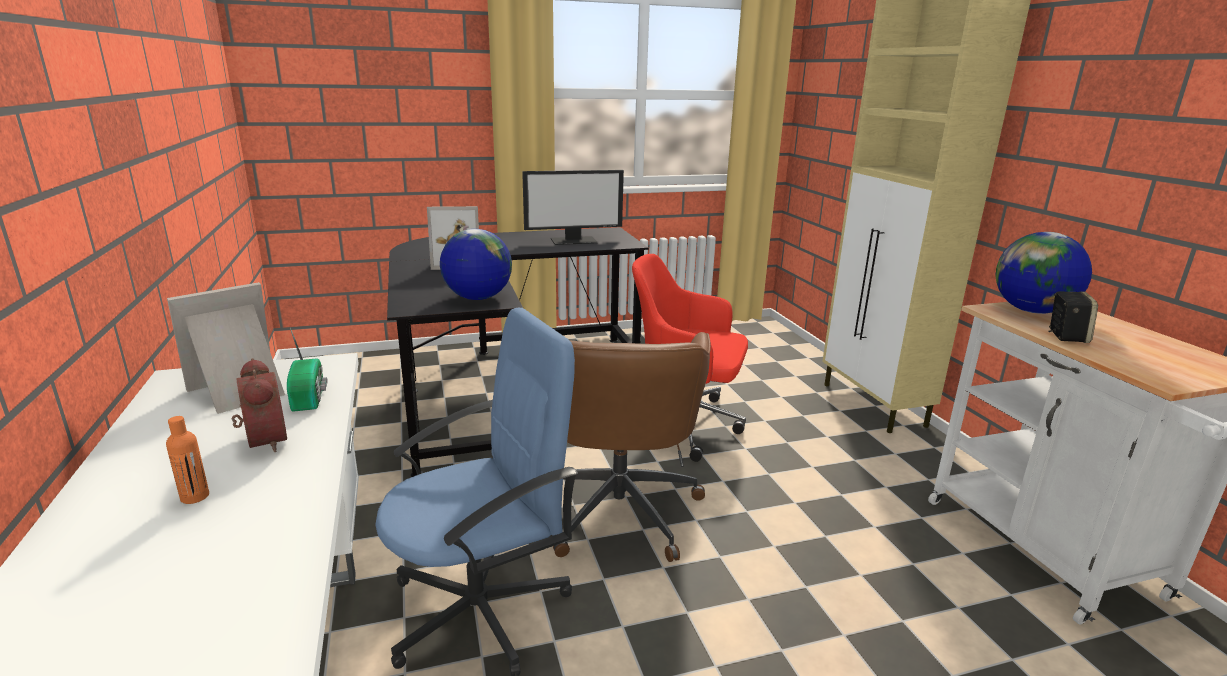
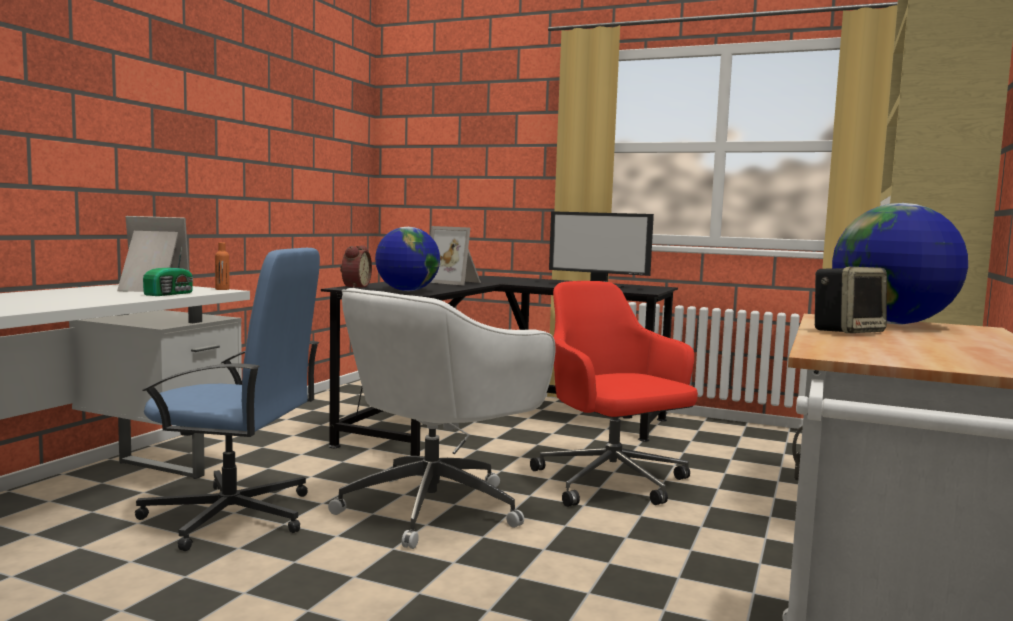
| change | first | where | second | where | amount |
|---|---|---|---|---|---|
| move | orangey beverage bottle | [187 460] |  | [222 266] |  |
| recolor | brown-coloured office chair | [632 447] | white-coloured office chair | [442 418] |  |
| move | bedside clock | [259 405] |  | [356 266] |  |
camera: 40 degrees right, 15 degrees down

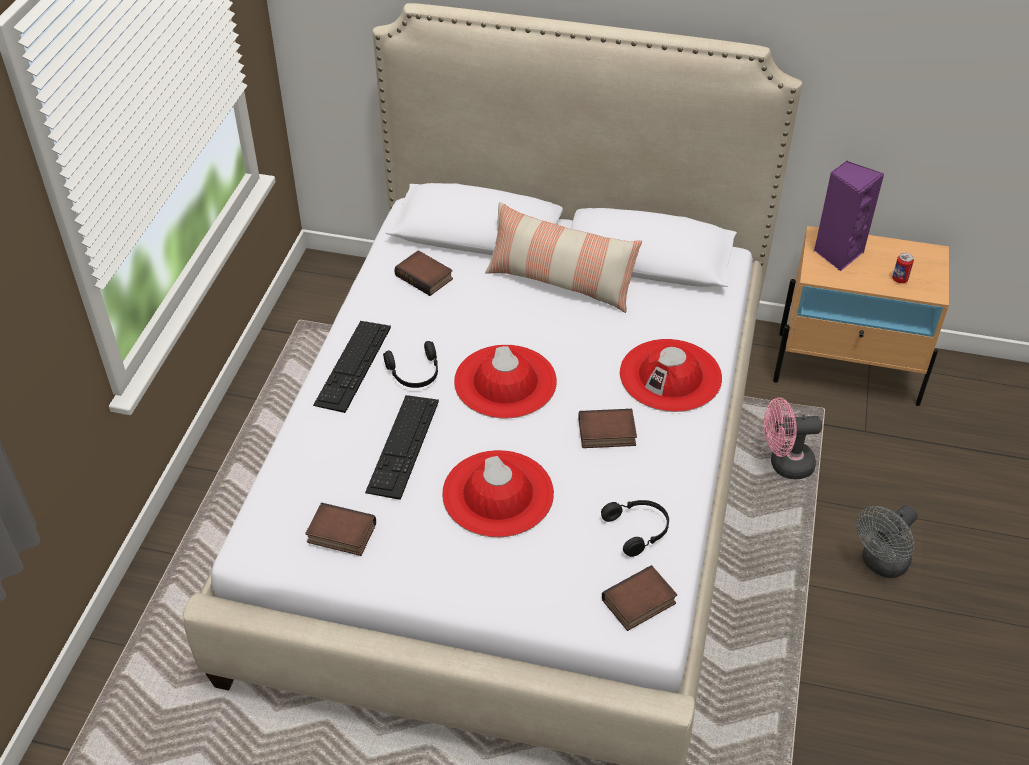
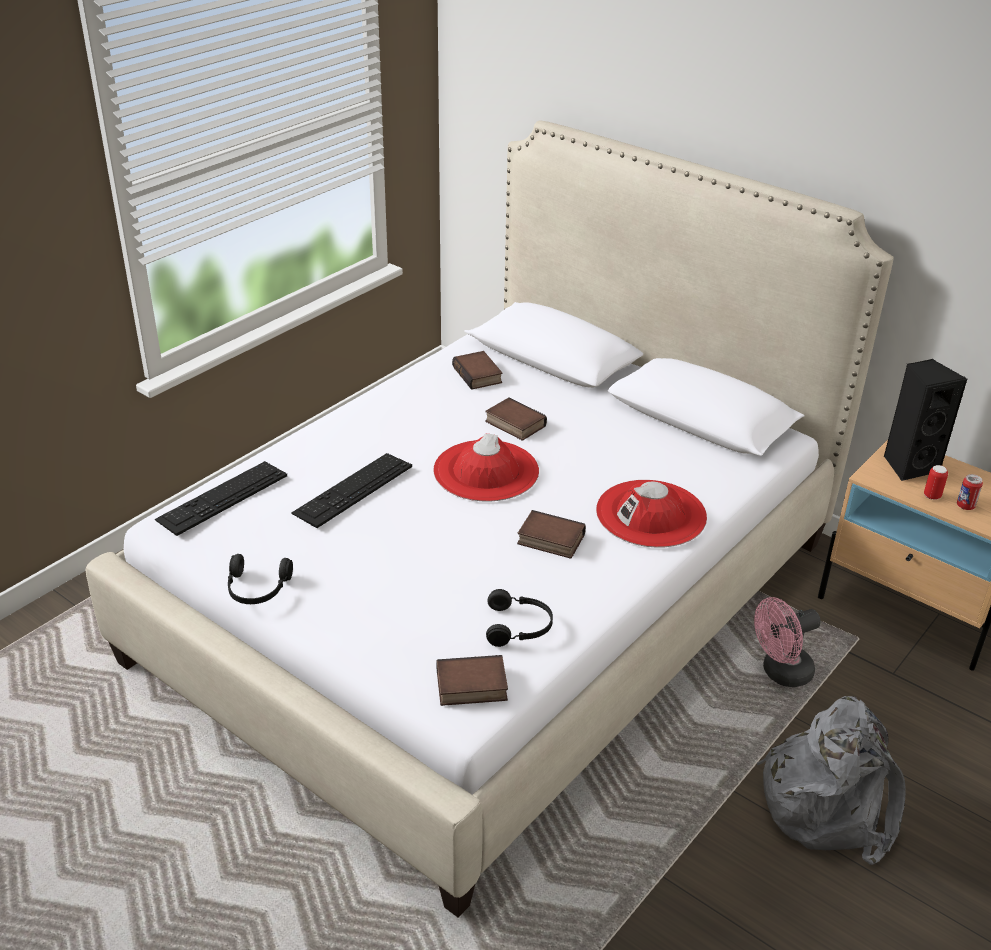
| change | first | where | second | where | amount |
|---|---|---|---|---|---|
| move | keyboard | [352 367] |  | [221 498] |  |
| move | black-coloured pair of headphones | [410 364] |  | [260 579] |  |
| move | bound book | [340 529] |  | [516 419] |  |
| rotate | pink fan | [793 438] |  | [787 642] | 45 degrees counterclockwise |
| replace | gray fan | [887 541] | gray knapsack | [831 780] |  |
| recolor | purplish loudspeaker | [849 216] | black-coloured loudspeaker | [925 420] |  |
| insert |  |  | metal can | [936 482] |  |
| delete | reddish hat | [498 493] |  |  |  |
| delete | cushion | [563 257] |  |  |  |
camera: 25 degrees right, 10 degrees down

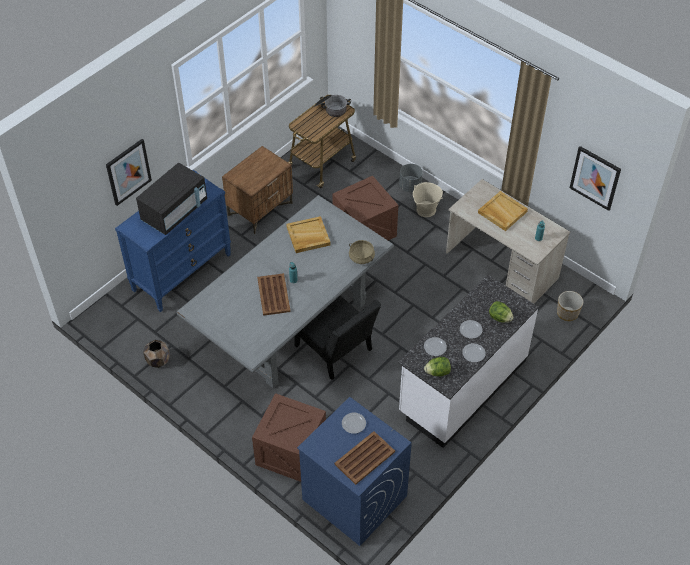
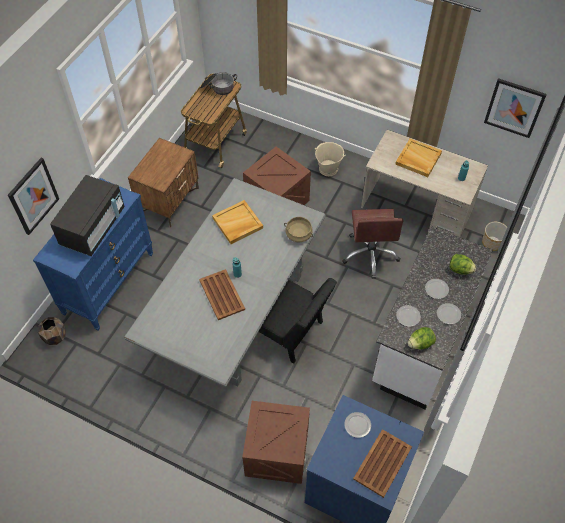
| change | first | where | second | where | amount |
|---|---|---|---|---|---|
| move | brown-coloured planter | [156 354] |  | [52 331] |  |
| insert |  |  | brown-coloured office chair | [373 244] |  |
| delete | gray planter | [411 178] |  |  |  |
camera: 15 degrees left, 5 degrees up

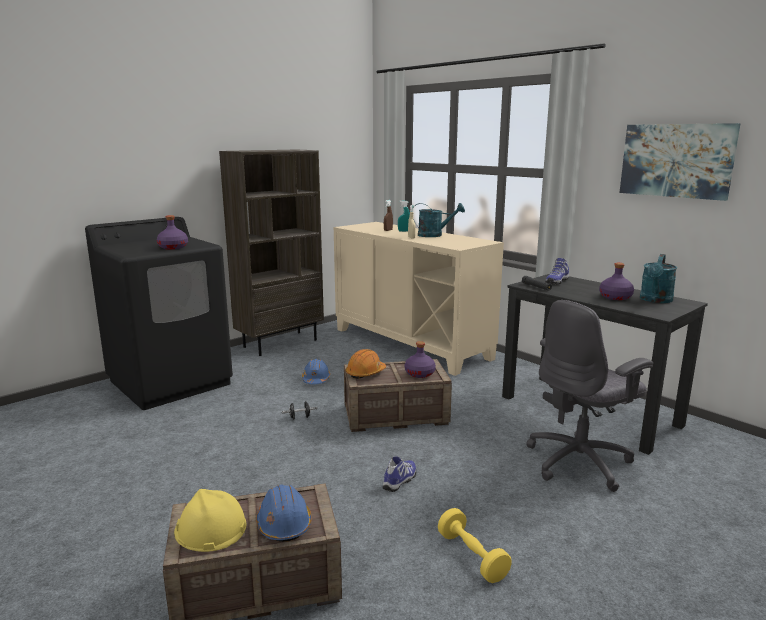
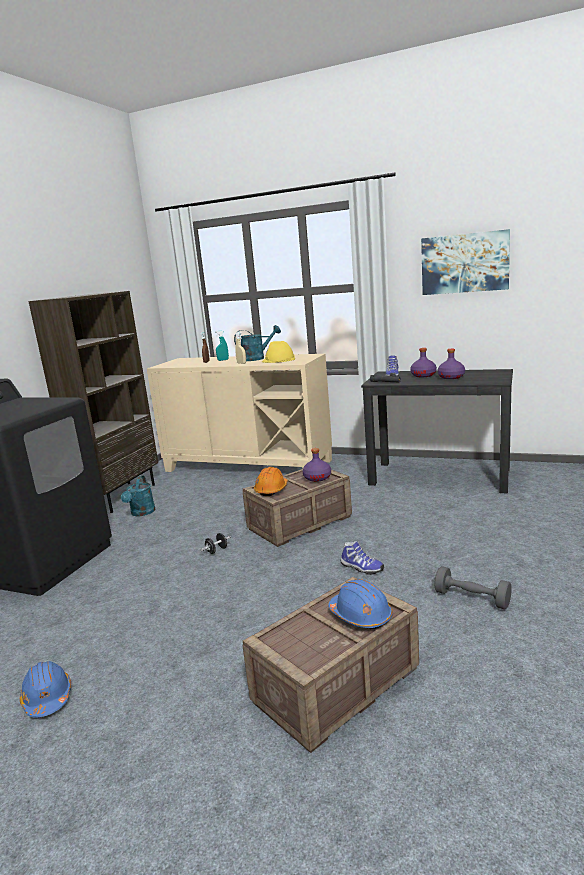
| change | first | where | second | where | amount |
|---|---|---|---|---|---|
| move | blue safety helmet | [316 371] |  | [45 689] |  |
| move | turquoise watering pot | [658 278] |  | [138 496] |  |
| move | yellow safety helmet | [210 520] |  | [278 352] |  |
| rotate | shoe | [399 474] |  | [362 558] | 120 degrees clockwise |
| move | purplish beverage bottle | [172 232] |  | [423 362] |  |
| recolor | yellow free weight | [475 545] | gray free weight | [473 588] |  |
| delete | gray office chair | [589 396] |  |  |  |
camera: 25 degrees left, 0 degrees up

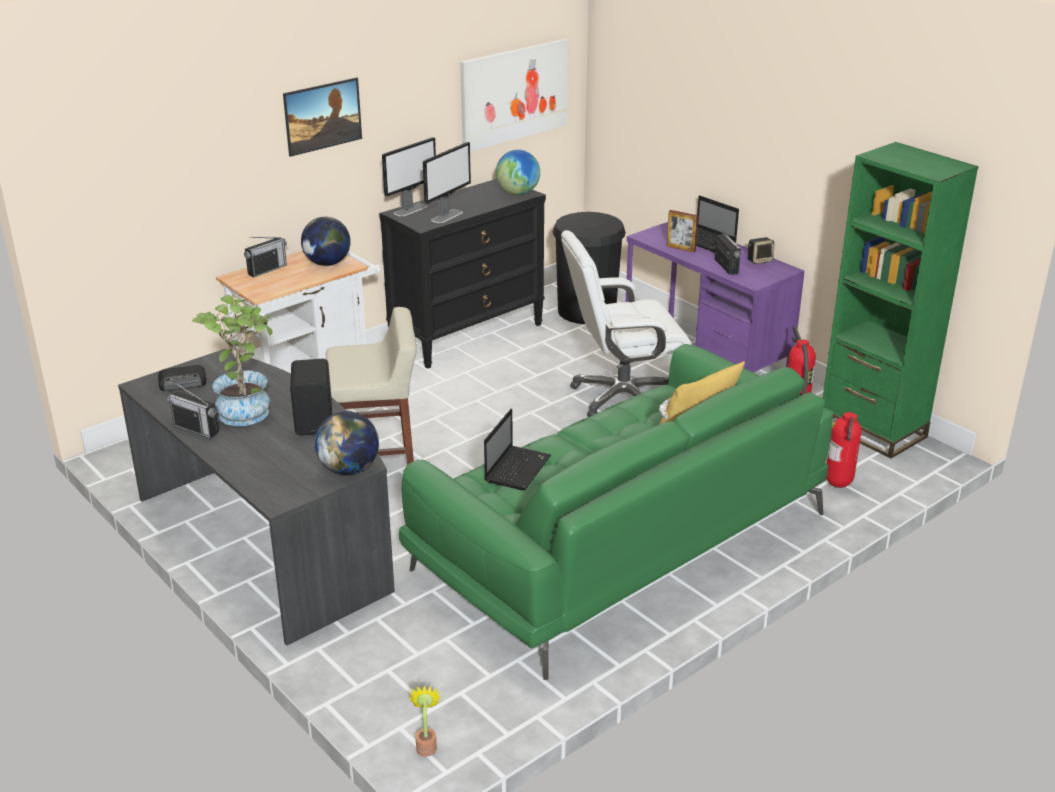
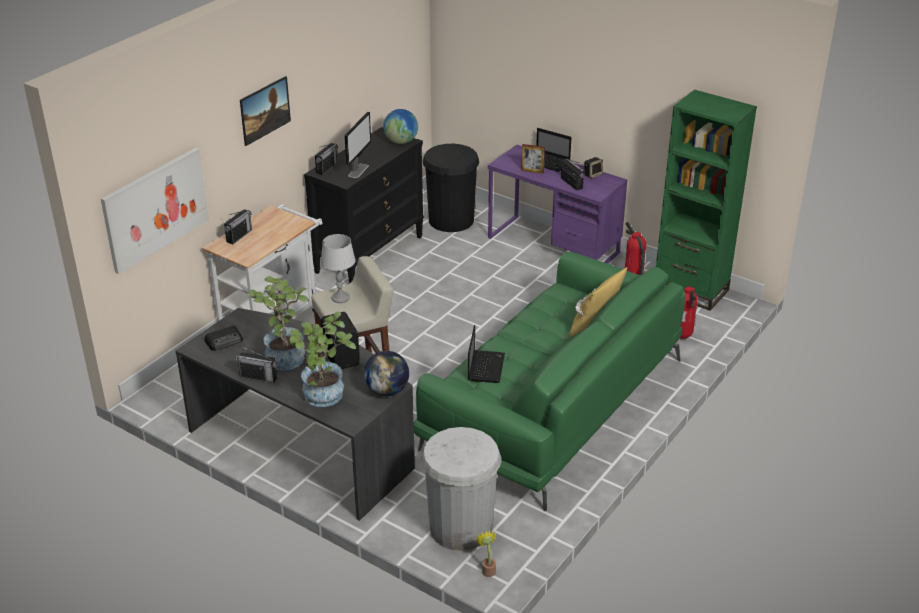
| change | first | where | second | where | amount |
|---|---|---|---|---|---|
| move | picture | [514 95] |  | [155 211] |  |
| insert |  |  | potted plant | [322 359] |  |
| replace | computer screen | [409 177] | radio set | [326 159] |  |
| insert |  |  | gray lamp for a table | [338 268] |  |
| insert |  |  | white-coloured rubbish bin | [461 489] |  |
| delete | world globe | [326 241] |  |  |  |
| delete | white-coloured office chair | [626 323] |  |  |  |
camera: 15 degrees left, 5 degrees up

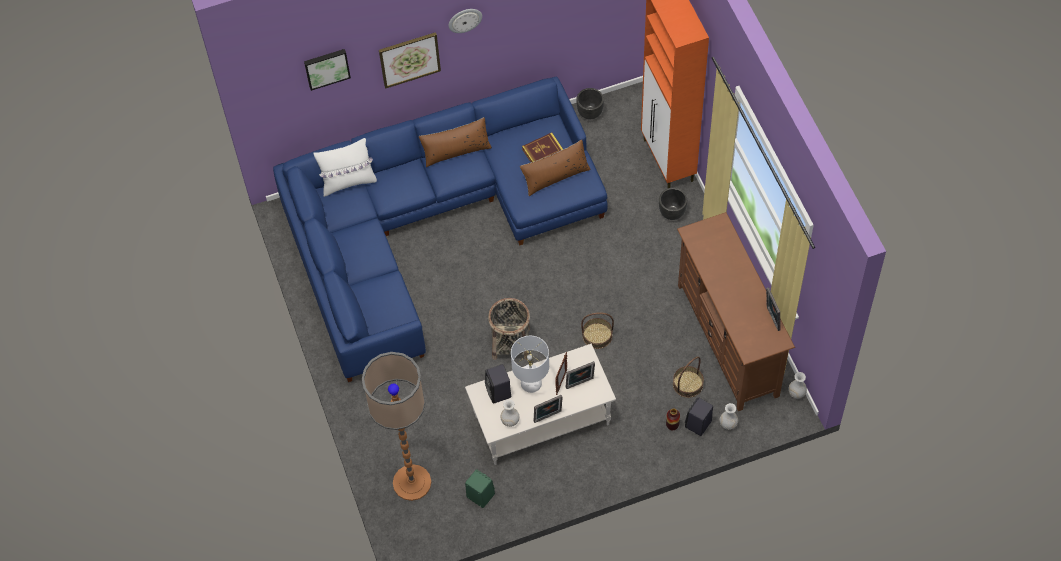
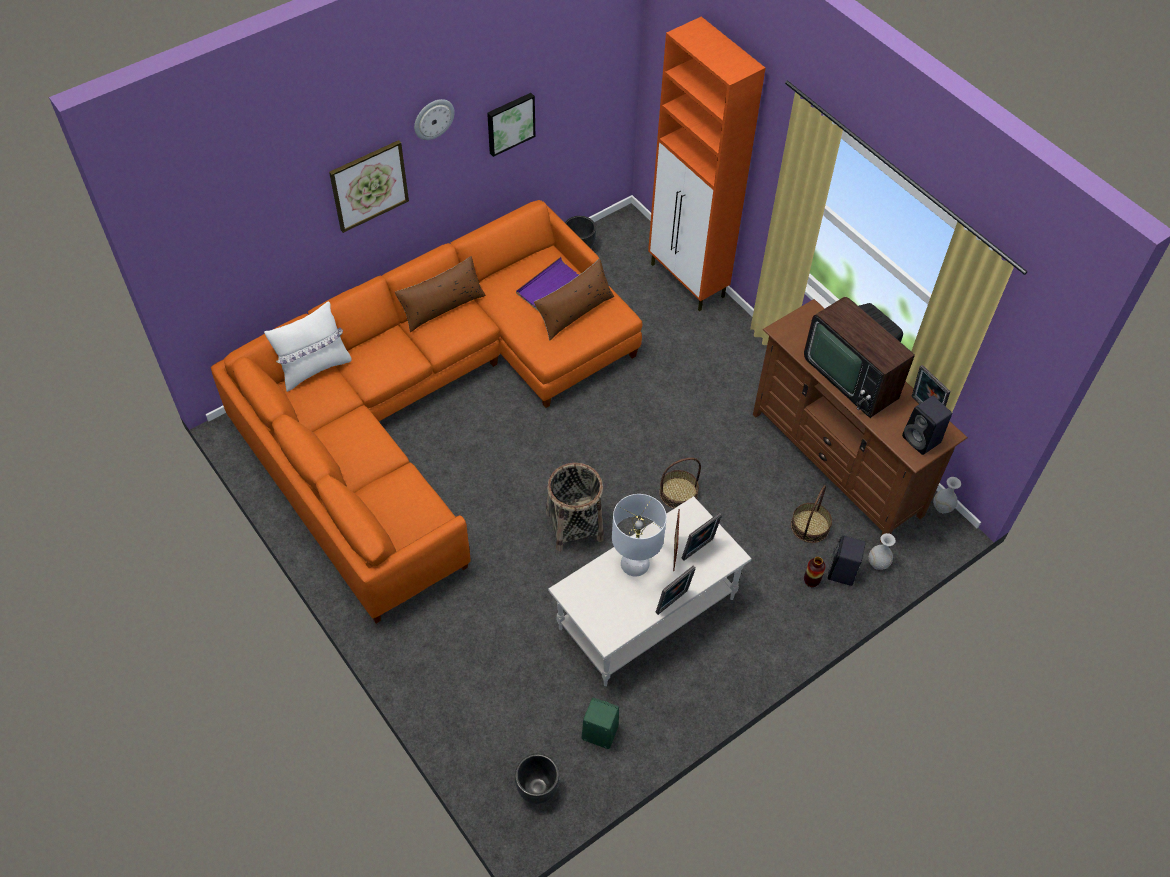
| change | first | where | second | where | amount |
|---|---|---|---|---|---|
| recolor | blue couch | [440 229] | orangey couch | [426 411] |  |
| move | picture | [327 70] |  | [511 125] |  |
| move | black-coloured planter | [673 204] |  | [537 779] |  |
| replace | bound book | [542 147] | purplish carrying tray | [547 283] |  |
| insert |  |  | TV | [859 357] |  |
| move | black-coloured loudspeaker | [498 384] |  | [927 425] |  |
| delete | standard lamp | [396 426] |  |  |  |
| delete | white-coloured decorative vase | [510 413] |  |  |  |
camera: 20 degrees left, 5 degrees down

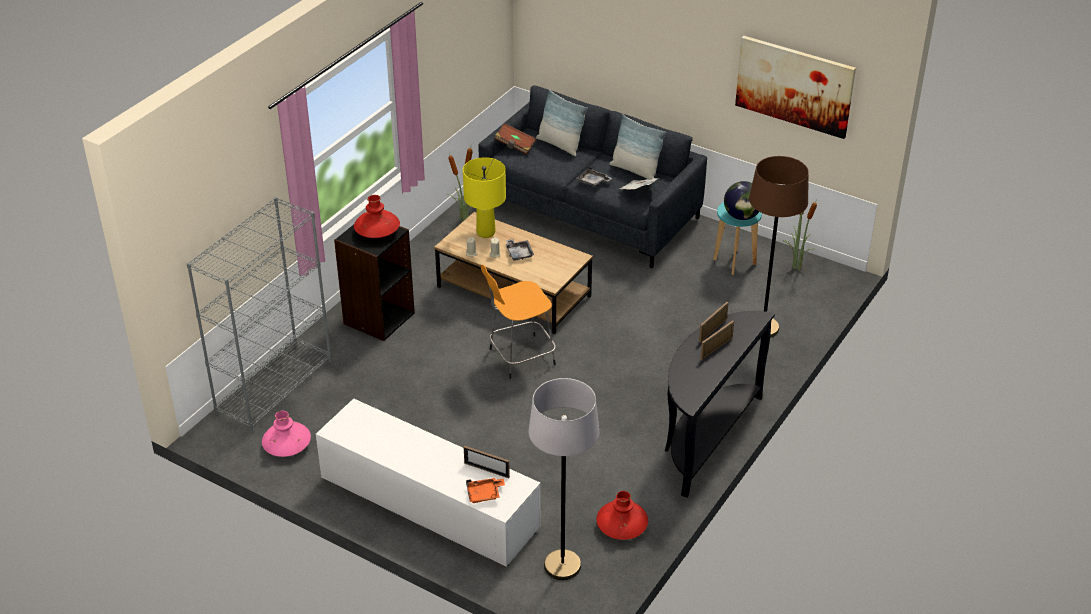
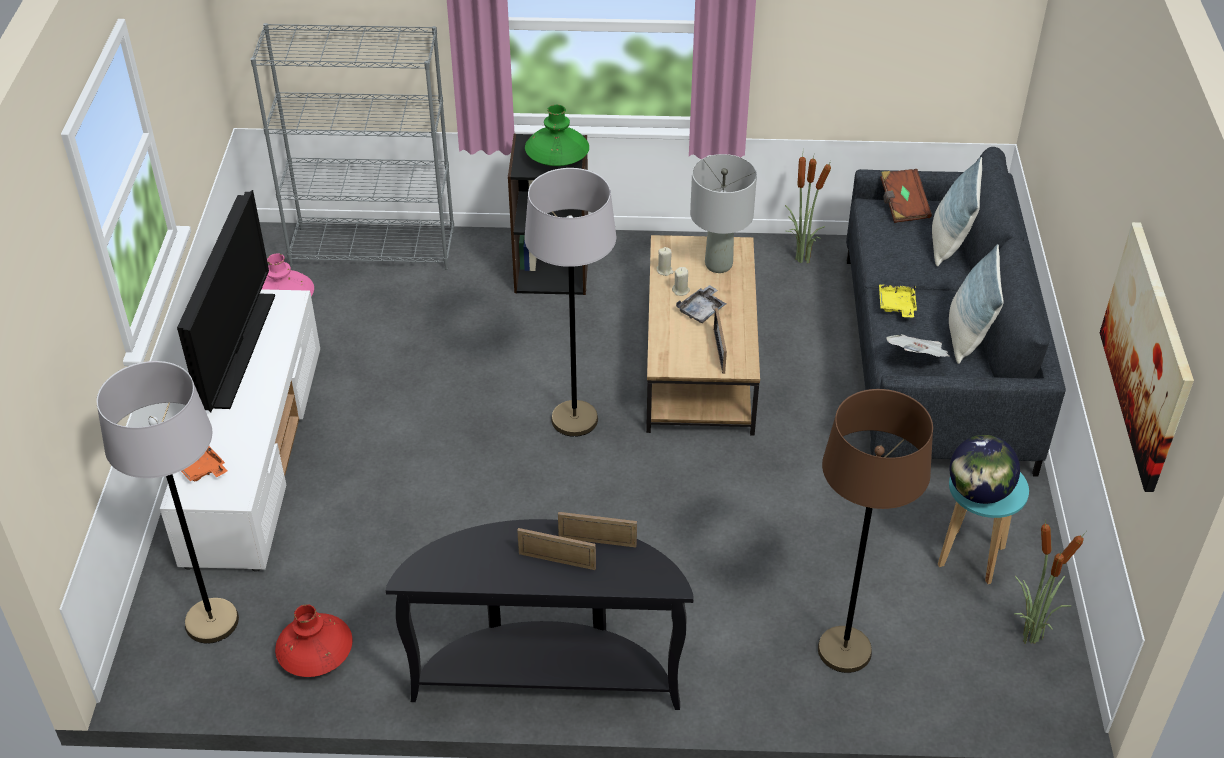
| change | first | where | second | where | amount |
|---|---|---|---|---|---|
| insert |  |  | TV | [226 301] |  |
| replace | orangey stool seat | [518 321] | gray standard lamp | [570 302] |  |
| recolor | reddish decorative vase | [377 216] | green-coloured decorative vase | [557 135] |  |
| recolor | yellow lamp for a table | [484 197] | gray lamp for a table | [723 213] |  |
| move | standing frame | [487 462] |  | [720 341] |  |
| recolor | gray carrying tray | [594 177] | yellow carrying tray | [898 300] |  |
camera: 60 degrees right, 5 degrees up

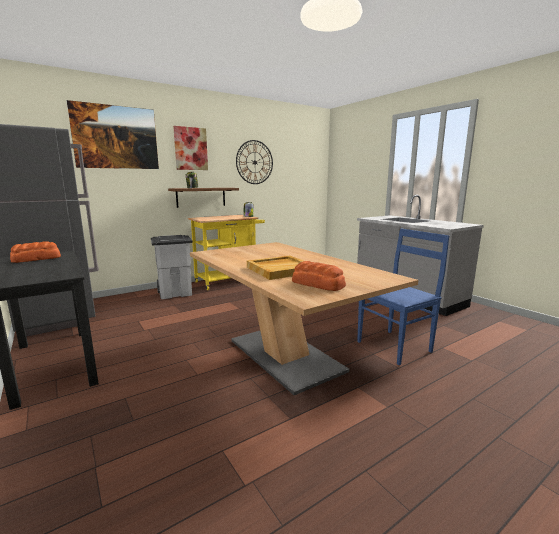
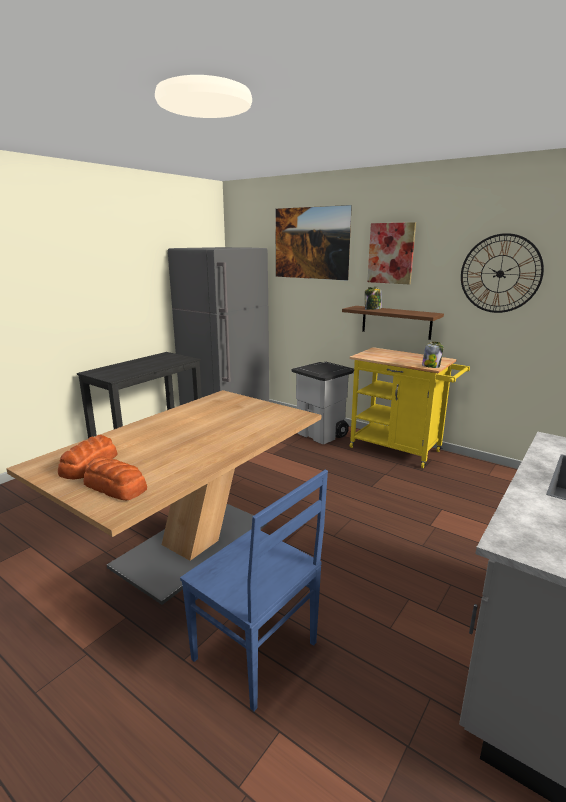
| change | first | where | second | where | amount |
|---|---|---|---|---|---|
| move | baked bread | [35 252] |  | [115 478] |  |
| delete | sand-coloured carrying tray | [275 267] |  |  |  |
camera: 70 degrees right, 5 degrees up

